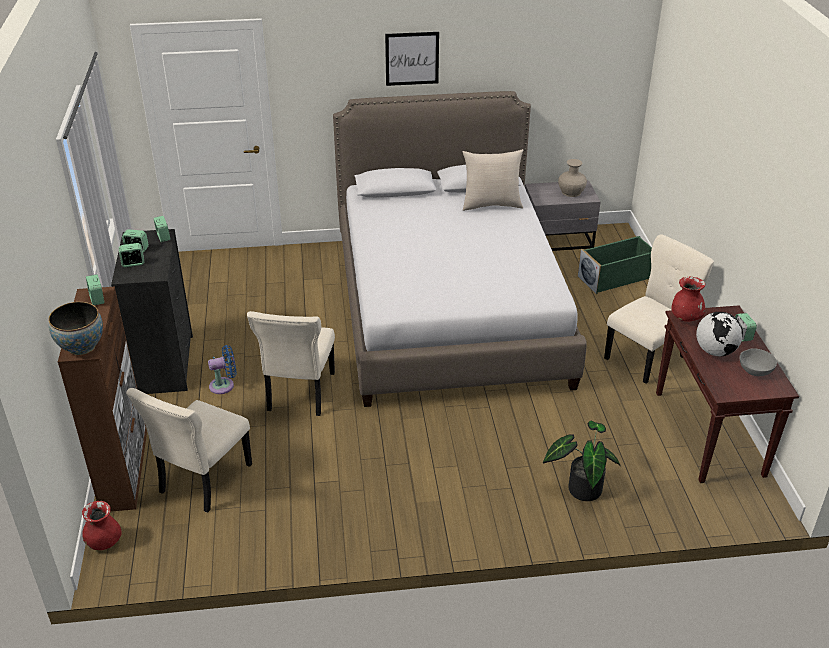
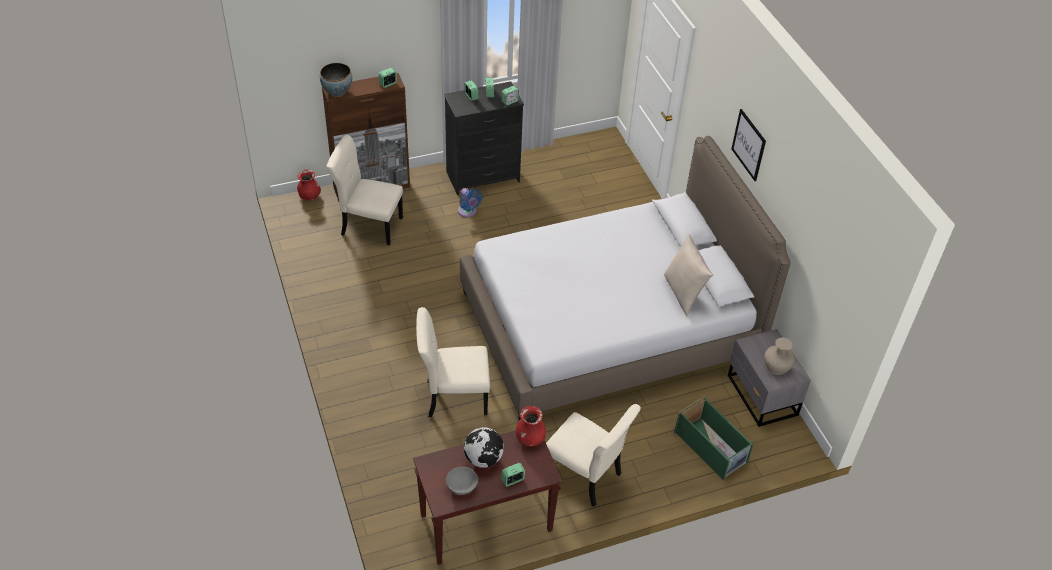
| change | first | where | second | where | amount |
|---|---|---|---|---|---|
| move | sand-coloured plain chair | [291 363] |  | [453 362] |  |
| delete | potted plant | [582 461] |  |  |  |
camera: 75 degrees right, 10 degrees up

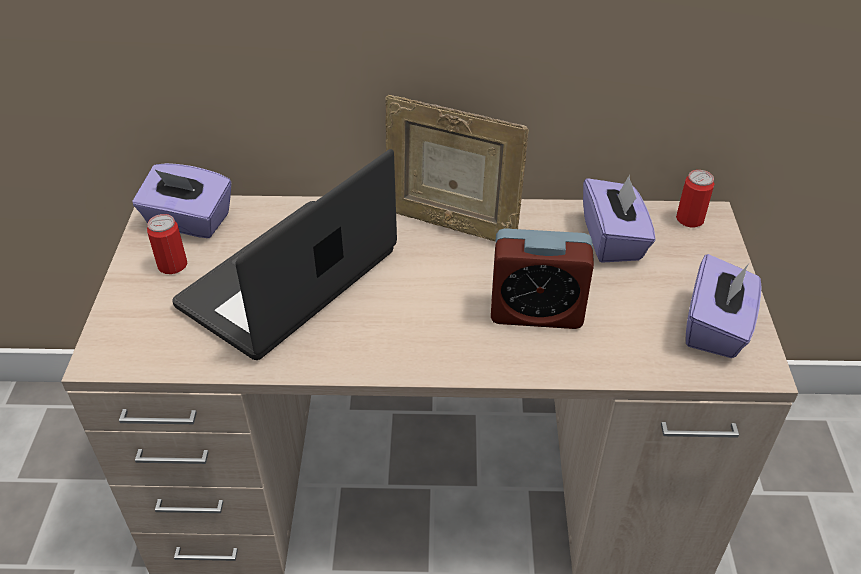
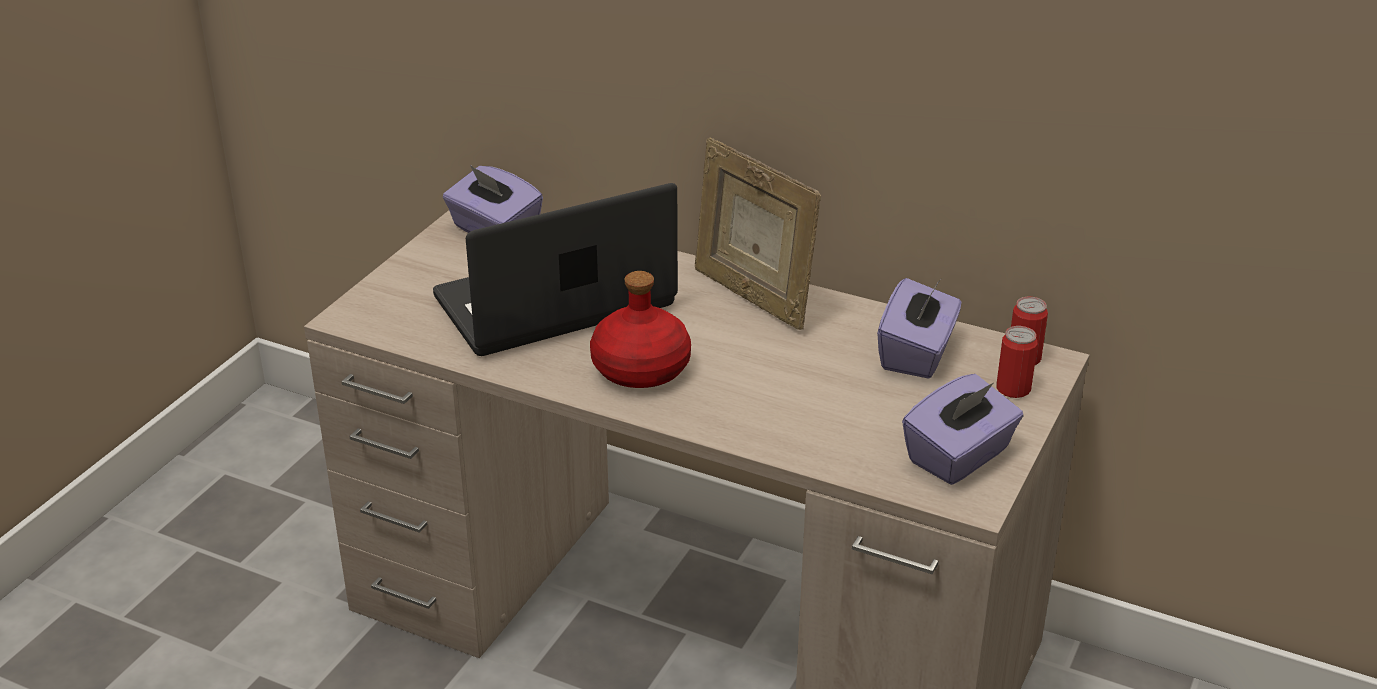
| change | first | where | second | where | amount |
|---|---|---|---|---|---|
| insert |  |  | reddish beverage bottle | [640 329] |  |
| move | metal can | [167 244] |  | [1017 362] |  |
| delete | bedside clock | [542 278] |  |  |  |
camera: 25 degrees right, 10 degrees down

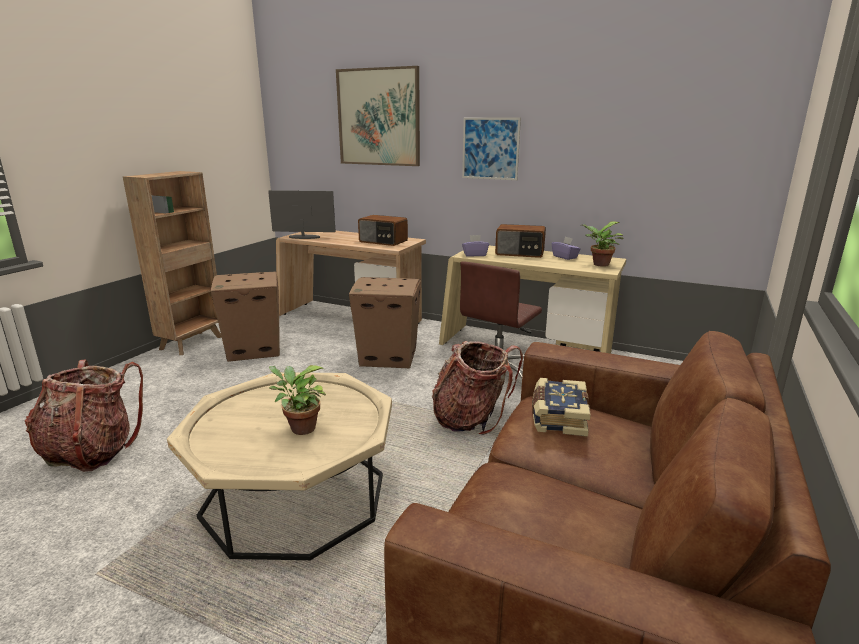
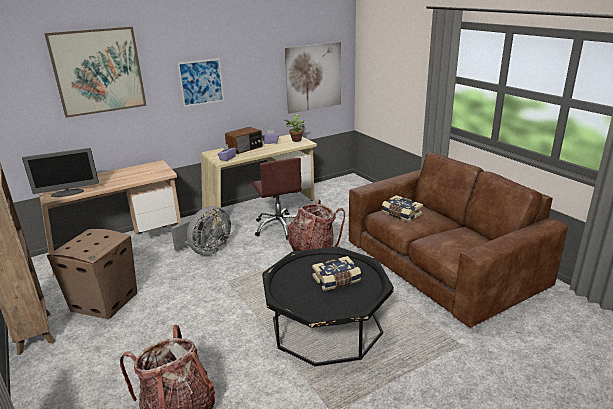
| change | first | where | second | where | amount |
|---|---|---|---|---|---|
| rotate | computer screen | [302 214] |  | [60 172] | 150 degrees counterclockwise |
| replace | packing box | [385 322] | gray fan | [201 230] |  |
| recolor | sand-coloured low table | [279 466] | black-coloured low table | [328 306] |  |
| insert |  |  | picture | [313 78] |  |
| replace | potted plant | [297 400] | bound book | [336 273] |  |
| delete | radio set | [383 230] |  |  |  |
camera: 55 degrees left, 5 degrees up

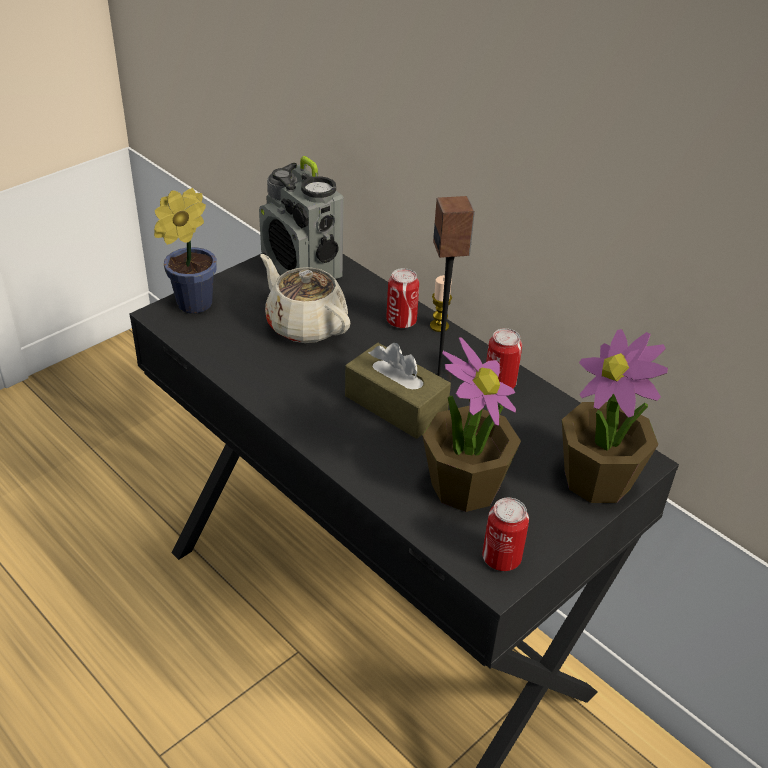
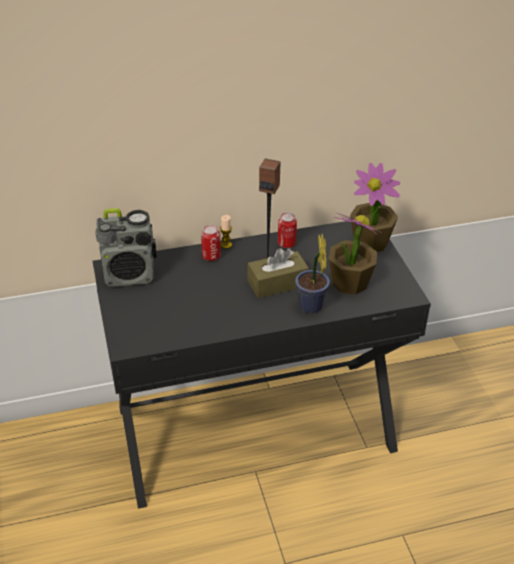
| change | first | where | second | where | amount |
|---|---|---|---|---|---|
| move | potted plant | [185 251] |  | [312 274] |  |
| delete | sand-coloured teapot | [305 298] |  |  |  |
| delete | metal can | [505 534] |  |  |  |
camera: 60 degrees left, 0 degrees up

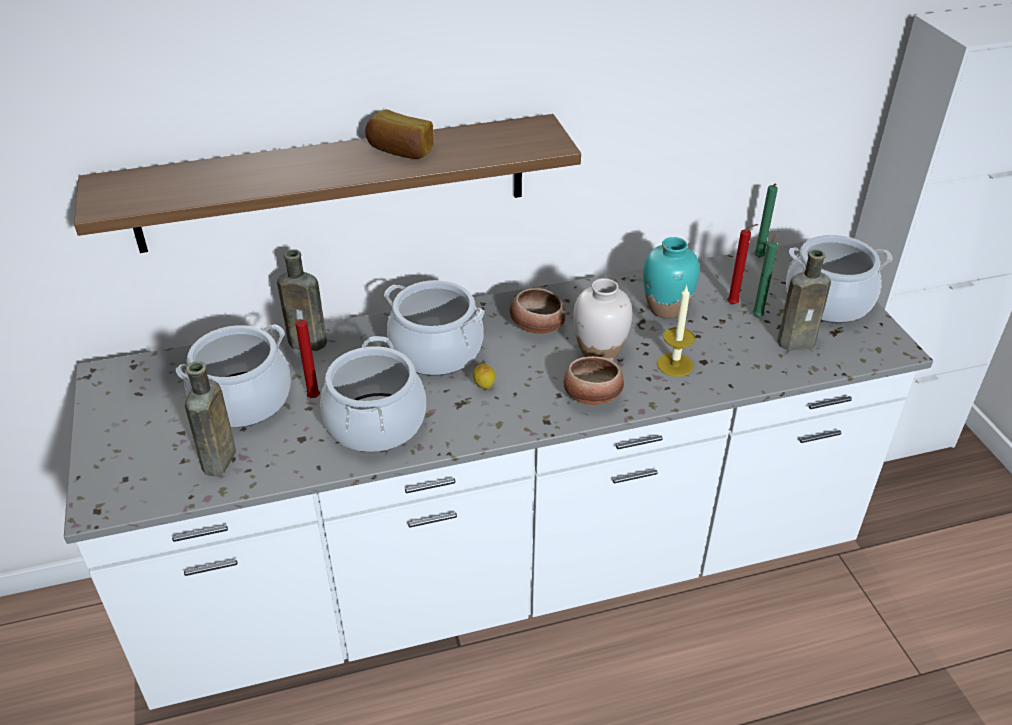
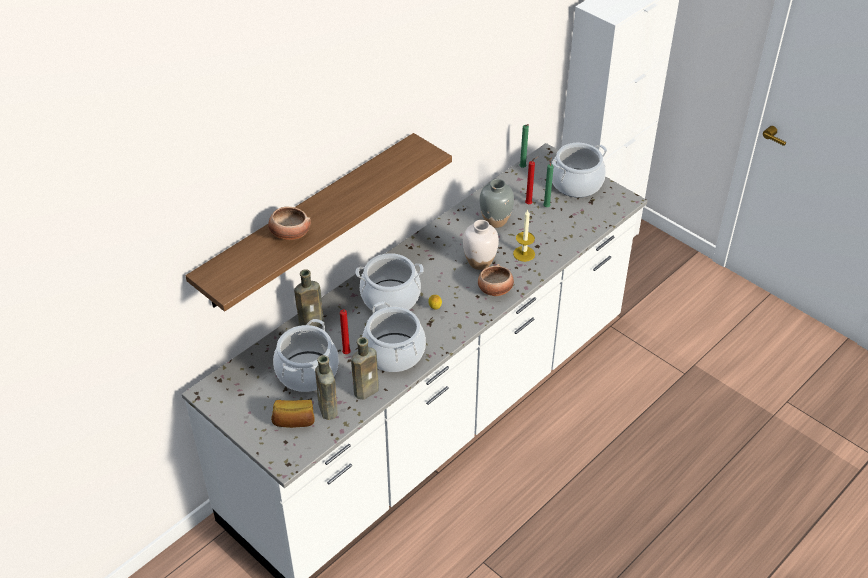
| change | first | where | second | where | amount |
|---|---|---|---|---|---|
| move | serving bowl | [538 311] |  | [289 223] |  |
| move | baked bread | [399 134] |  | [293 414] |  |
| move | brown-coloured beverage bottle | [804 299] |  | [365 368] |  |
| recolor | turquoise decorative vase | [671 278] | gray decorative vase | [497 203] |  |
camera: 30 degrees left, 5 degrees up

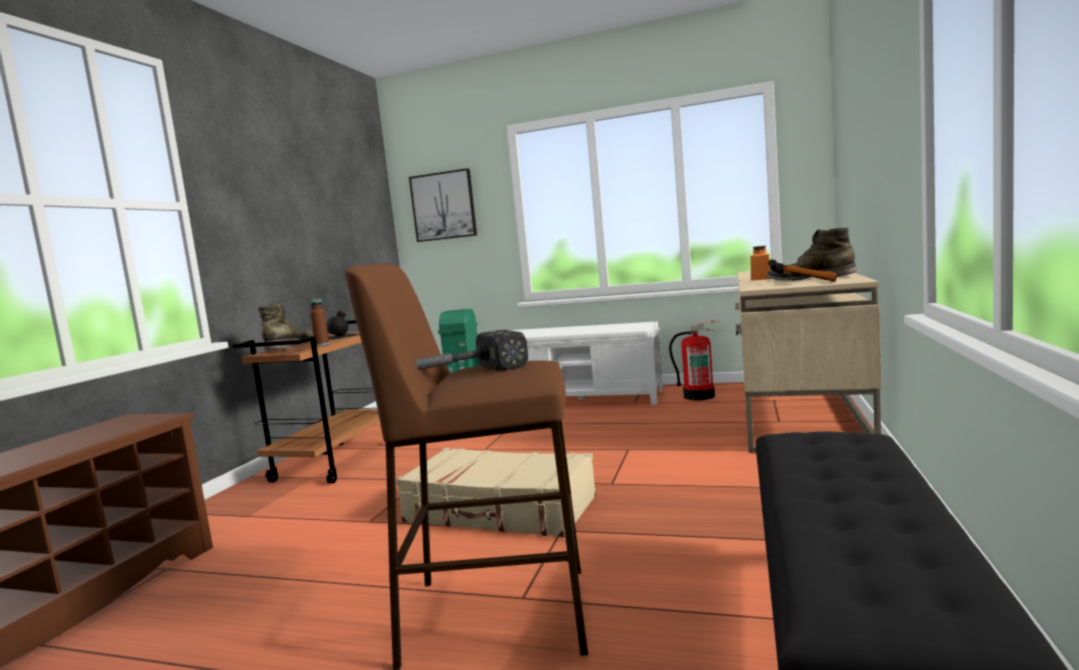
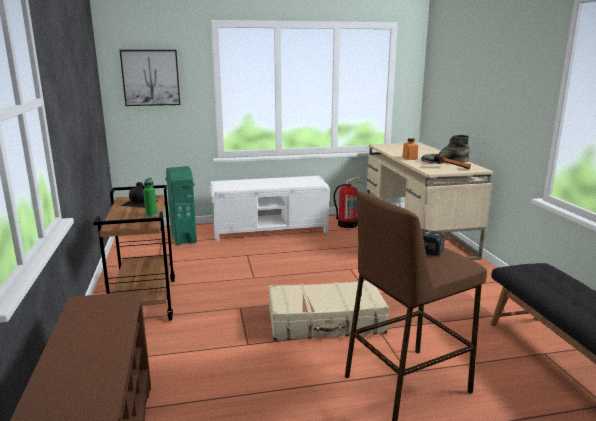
| change | first | where | second | where | amount |
|---|---|---|---|---|---|
| recolor | brown-coloured beverage bottle | [319 321] | green-coloured beverage bottle | [150 197] |  |
| delete | green-coloured boot | [285 327] |  |  |  |
camera: 30 degrees left, 10 degrees up

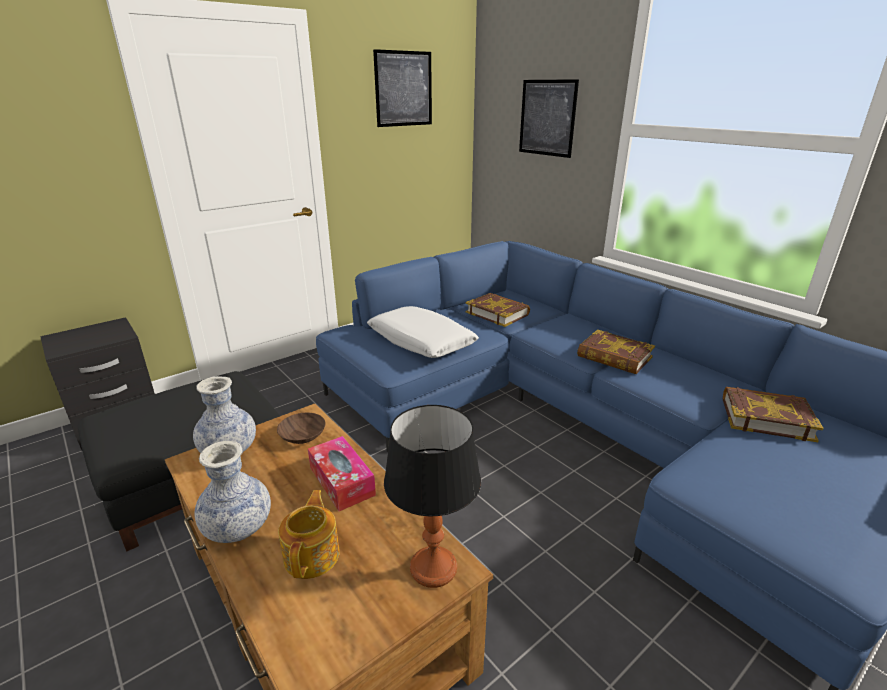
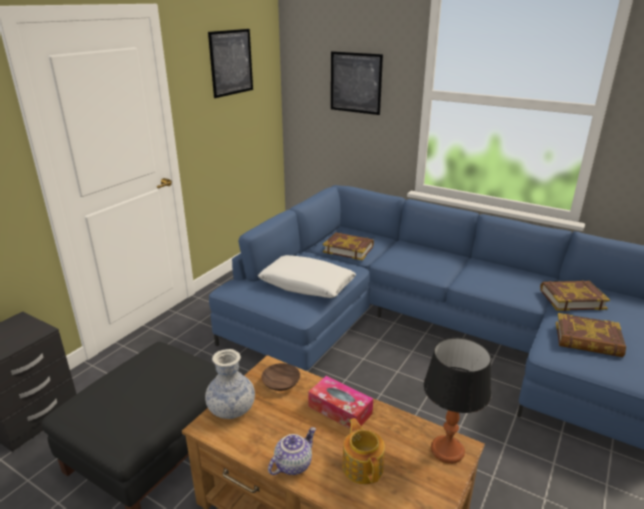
| change | first | where | second | where | amount |
|---|---|---|---|---|---|
| replace | decorative vase | [233 492] | teapot | [292 451] |  |
| move | bound book | [616 352] |  | [591 335] |  |
camera: 20 degrees left, 0 degrees up

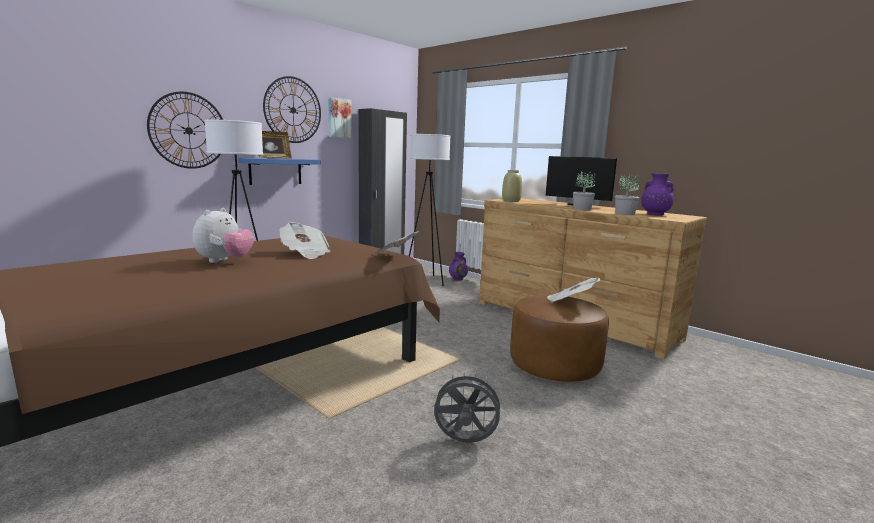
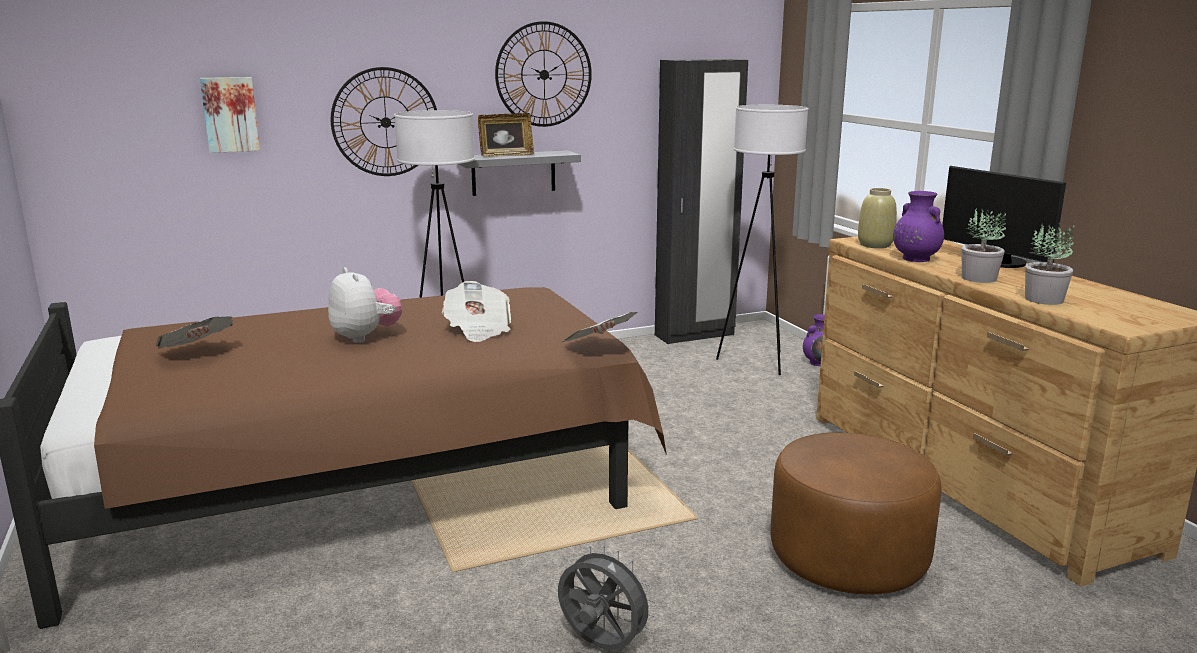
| change | first | where | second | where | amount |
|---|---|---|---|---|---|
| move | daily paper | [573 290] |  | [194 332] |  |
| move | picture | [339 117] |  | [230 115] |  |
| rotate | soft toy | [223 235] |  | [365 305] | 75 degrees counterclockwise |
| recolor | blue shelf | [279 171] | gray shelf | [520 173] |  |
| move | purplish decorative vase | [657 194] |  | [918 226] |  |
camera: 25 degrees right, 5 degrees up

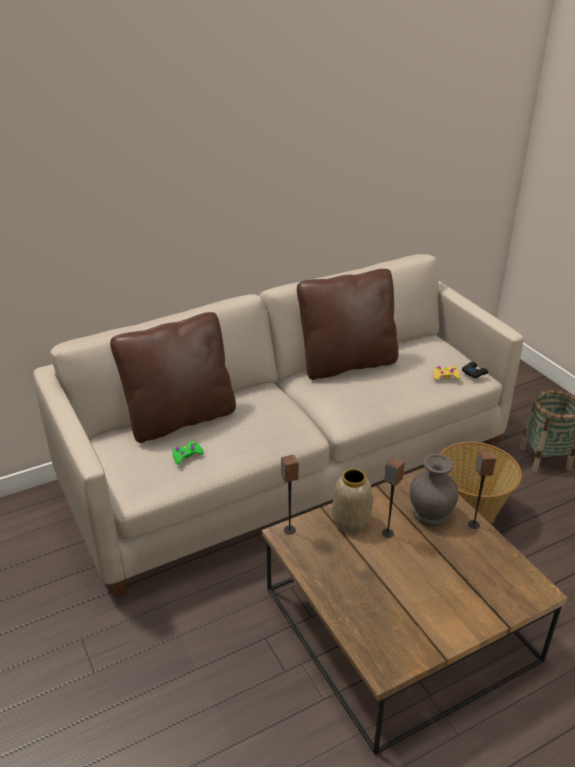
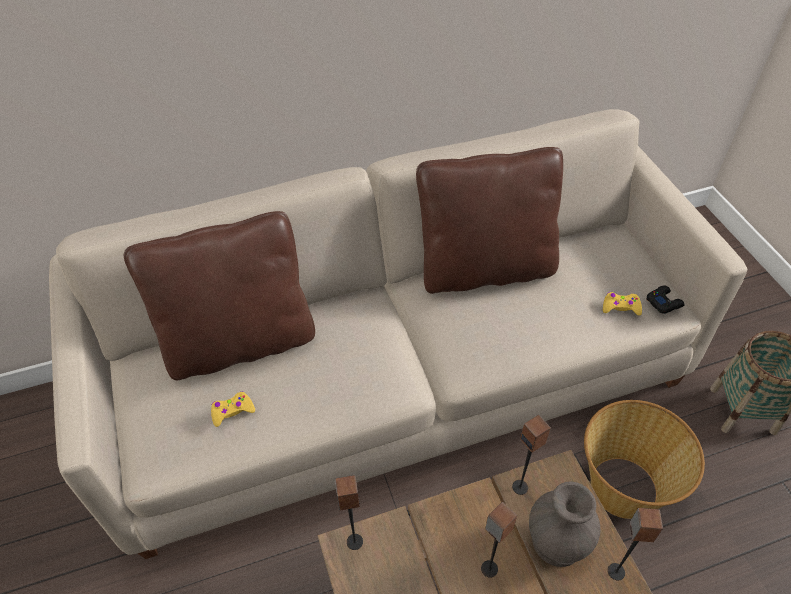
| change | first | where | second | where | amount |
|---|---|---|---|---|---|
| recolor | green-coloured joypad | [188 453] | yellow joypad | [233 409] |  |
| insert |  |  | loudspeaker | [531 455] |  |
| delete | decorative vase | [352 501] |  |  |  |
camera: 10 degrees right, 15 degrees up

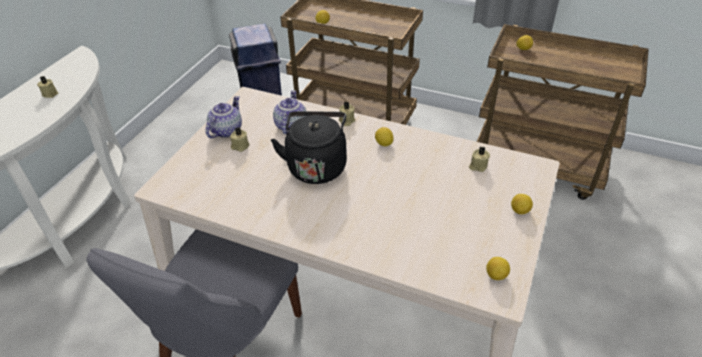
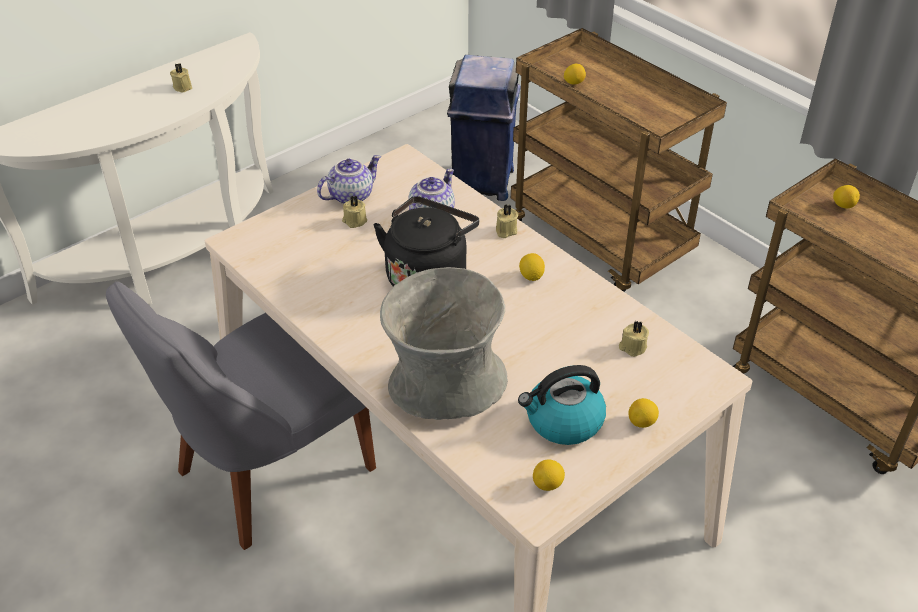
| change | first | where | second | where | amount |
|---|---|---|---|---|---|
| insert |  |  | gray decorative vase | [444 343] |  |
| insert |  |  | tea kettle | [562 405] |  |
camera: 25 degrees right, 0 degrees up

